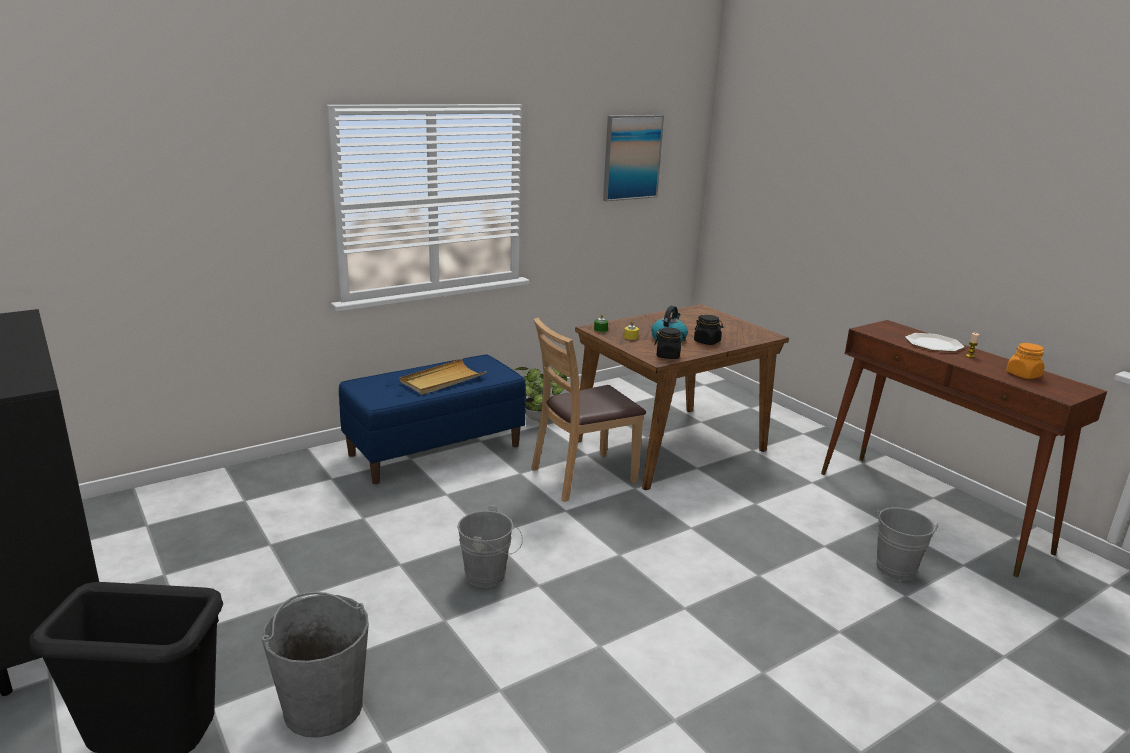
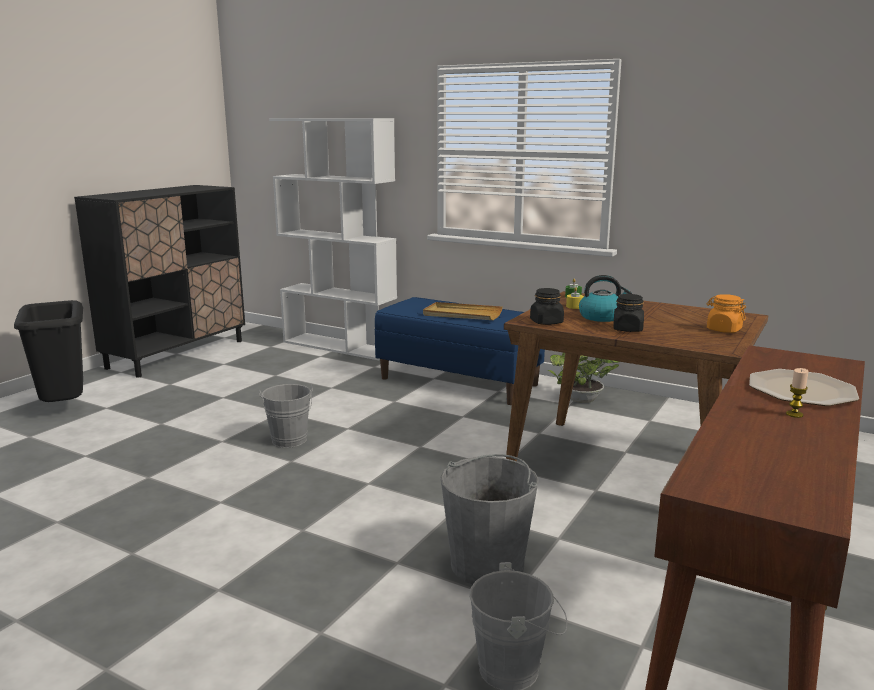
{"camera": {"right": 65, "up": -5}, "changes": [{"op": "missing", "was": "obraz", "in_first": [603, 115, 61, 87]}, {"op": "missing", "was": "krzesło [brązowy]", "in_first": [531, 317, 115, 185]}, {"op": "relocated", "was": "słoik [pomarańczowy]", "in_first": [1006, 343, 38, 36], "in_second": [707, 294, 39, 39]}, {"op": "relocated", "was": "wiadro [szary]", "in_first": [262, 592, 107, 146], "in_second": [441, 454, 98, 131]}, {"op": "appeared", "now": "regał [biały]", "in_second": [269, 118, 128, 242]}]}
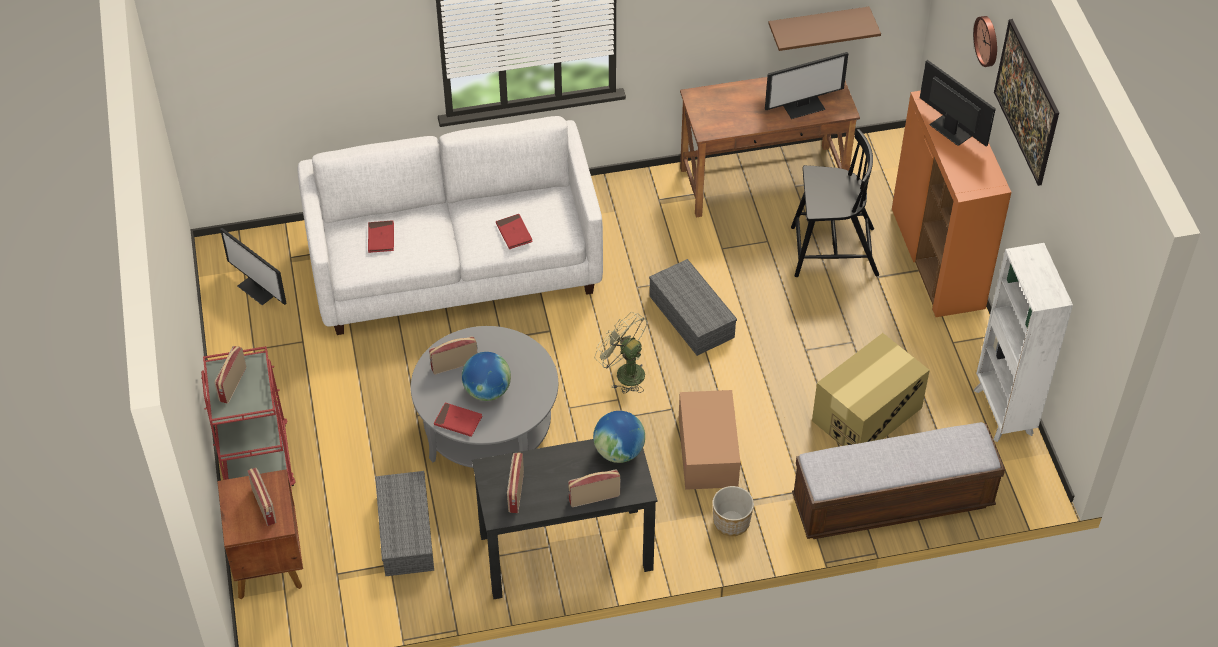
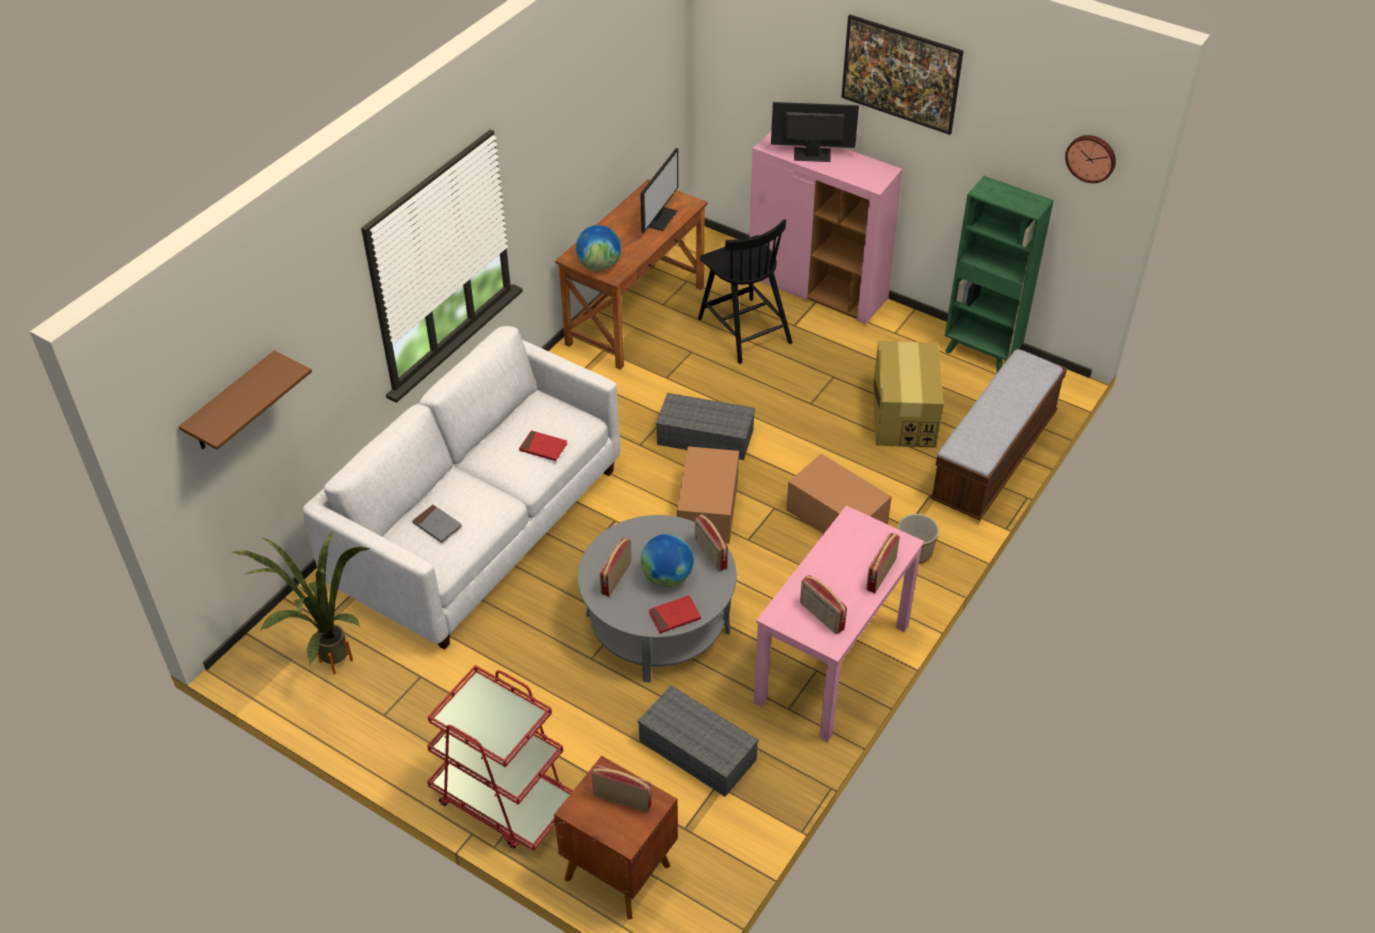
{"camera": {"right": -45, "up": -5}, "changes": [{"op": "relocated", "was": "półka [brązowy]", "in_first": [768, 7, 113, 44], "in_second": [178, 351, 134, 99]}, {"op": "relocated", "was": "zegar ścienny", "in_first": [973, 16, 24, 51], "in_second": [1065, 135, 51, 48]}, {"op": "colour", "was": "szafka [pomarańczowy]", "now": "szafka [różowy]", "in_first": [892, 91, 119, 226], "in_second": [749, 132, 153, 192]}, {"op": "spun", "was": "krzesło [czarny]", "in_first": [791, 129, 88, 148], "in_second": [698, 219, 94, 145], "clockwise": 105}, {"op": "colour", "was": "książka [czerwony]", "now": "książka [szary]", "in_first": [368, 220, 26, 33], "in_second": [412, 504, 50, 39]}, {"op": "exchanged", "was": "monitor", "now": "roślina doniczkowa", "in_first": [220, 228, 67, 77], "in_second": [231, 530, 140, 145]}, {"op": "colour", "was": "regał [biały]", "now": "regał [zielony]", "in_first": [973, 243, 100, 199], "in_second": [945, 176, 109, 196]}, {"op": "exchanged", "was": "wentylator [zielony]", "now": "karton", "in_first": [595, 312, 52, 81], "in_second": [677, 446, 62, 98]}, {"op": "relocated", "was": "radio", "in_first": [215, 346, 31, 58], "in_second": [695, 514, 33, 57]}, {"op": "relocated", "was": "globus", "in_first": [593, 411, 52, 52], "in_second": [576, 225, 45, 46]}, {"op": "colour", "was": "biurko [czarny]", "now": "biurko [różowy]", "in_first": [472, 439, 185, 160], "in_second": [754, 506, 170, 236]}]}
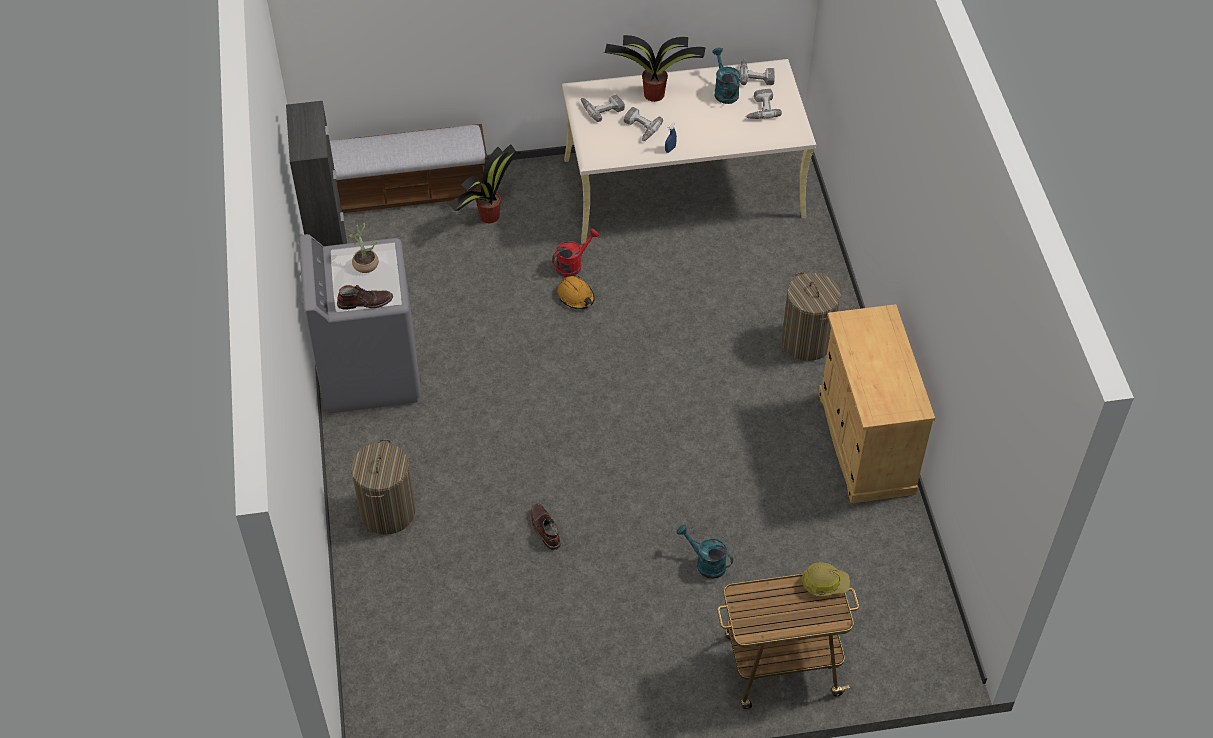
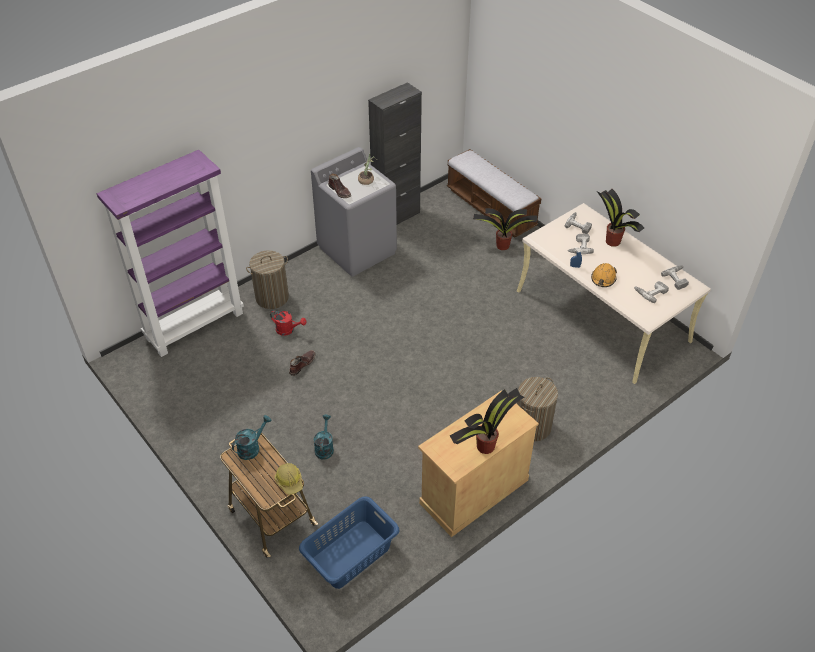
{"camera": {"right": 60, "up": -5}, "changes": [{"op": "relocated", "was": "konewka [turkusowy]", "in_first": [712, 48, 28, 56], "in_second": [232, 415, 39, 45]}, {"op": "relocated", "was": "konewka [czerwony]", "in_first": [552, 229, 47, 48], "in_second": [270, 310, 36, 26]}, {"op": "relocated", "was": "kask [pomarańczowy]", "in_first": [557, 275, 38, 34], "in_second": [591, 263, 26, 24]}, {"op": "appeared", "now": "regał [fioletowy]", "in_second": [97, 150, 147, 207]}, {"op": "appeared", "now": "roślina doniczkowa", "in_second": [450, 388, 74, 66]}, {"op": "appeared", "now": "kosz na pranie [niebieski]", "in_second": [299, 496, 101, 93]}]}
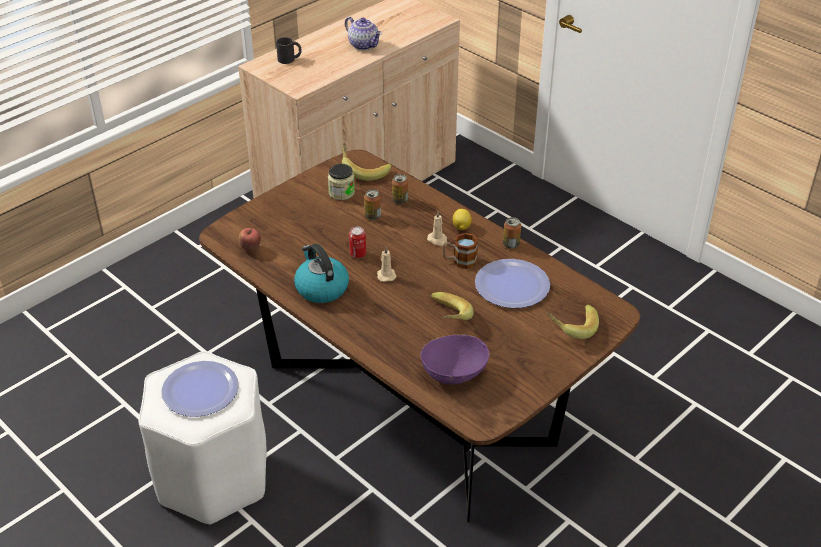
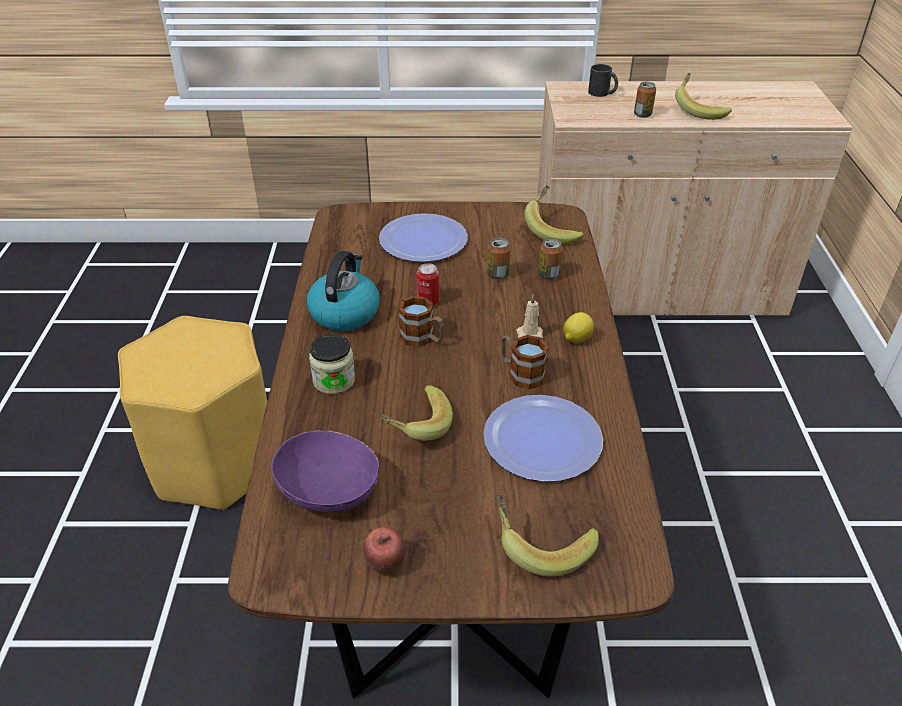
{"camera": {"right": 45, "up": 0}, "changes": [{"op": "exchanged", "was": "imbryk", "now": "banan", "in_first": [345, 17, 37, 33], "in_second": [675, 73, 57, 47]}, {"op": "relocated", "was": "słoik", "in_first": [328, 164, 27, 36], "in_second": [309, 335, 46, 59]}, {"op": "relocated", "was": "puszka", "in_first": [503, 217, 18, 32], "in_second": [634, 82, 22, 36]}, {"op": "relocated", "was": "jabłko", "in_first": [239, 228, 22, 24], "in_second": [363, 527, 43, 46]}, {"op": "exchanged", "was": "świeca [beżowy]", "now": "kubek", "in_first": [377, 247, 20, 35], "in_second": [399, 296, 45, 51]}, {"op": "colour", "was": "stołek [biały]", "now": "stołek [żółty]", "in_first": [138, 351, 129, 174], "in_second": [118, 316, 149, 194]}, {"op": "relocated", "was": "talerz", "in_first": [161, 361, 78, 56], "in_second": [379, 213, 89, 49]}]}
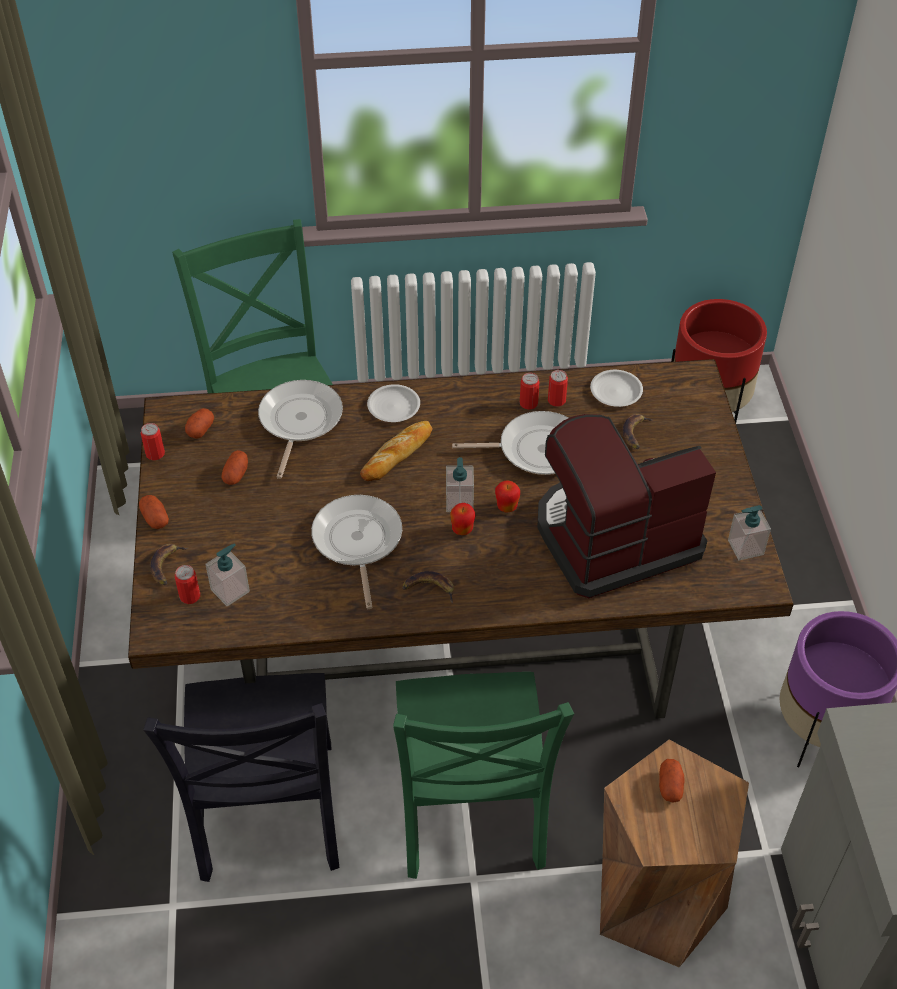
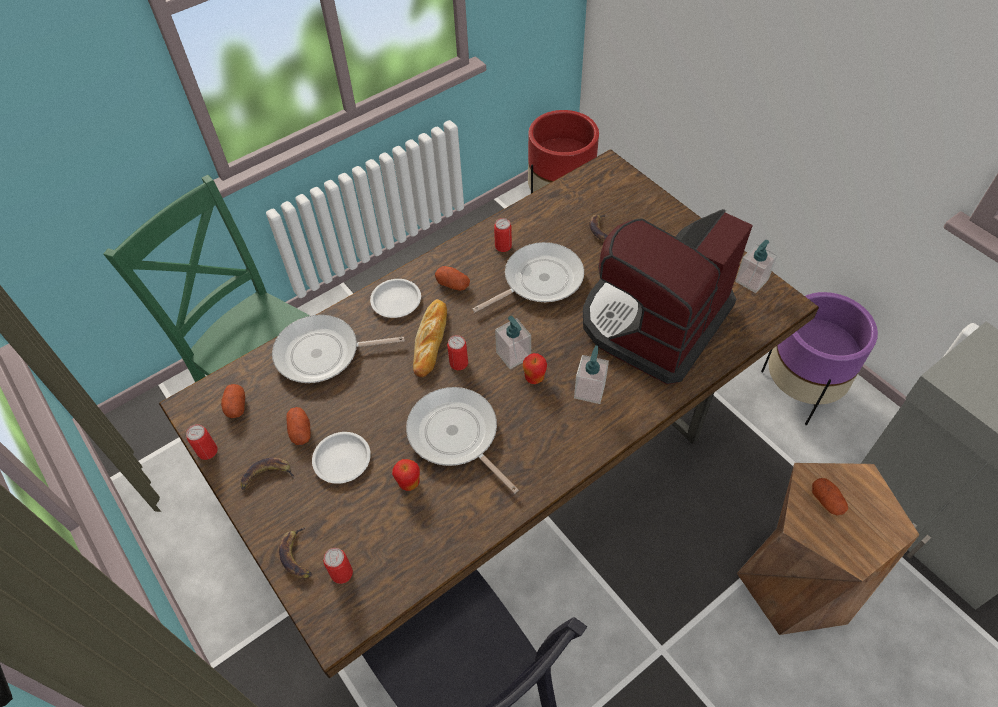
{"camera": {"right": -30, "up": 5}, "changes": [{"op": "relocated", "was": "puszka", "in_first": [548, 370, 20, 37], "in_second": [447, 335, 21, 35]}, {"op": "relocated", "was": "talerz [biały]", "in_first": [590, 370, 53, 37], "in_second": [312, 432, 59, 52]}, {"op": "spun", "was": "patelnia", "in_first": [258, 380, 85, 99], "in_second": [272, 315, 133, 68], "clockwise": -75}, {"op": "relocated", "was": "jabłko", "in_first": [495, 480, 25, 33], "in_second": [392, 459, 28, 32]}, {"op": "relocated", "was": "ziemniak", "in_first": [139, 495, 30, 34], "in_second": [435, 266, 35, 25]}, {"op": "relocated", "was": "dozownik mydła", "in_first": [205, 544, 45, 62], "in_second": [574, 346, 35, 58]}, {"op": "relocated", "was": "banan", "in_first": [402, 571, 52, 32], "in_second": [240, 457, 55, 33]}, {"op": "missing", "was": "krzesło [zielony]", "in_first": [393, 672, 181, 207]}]}
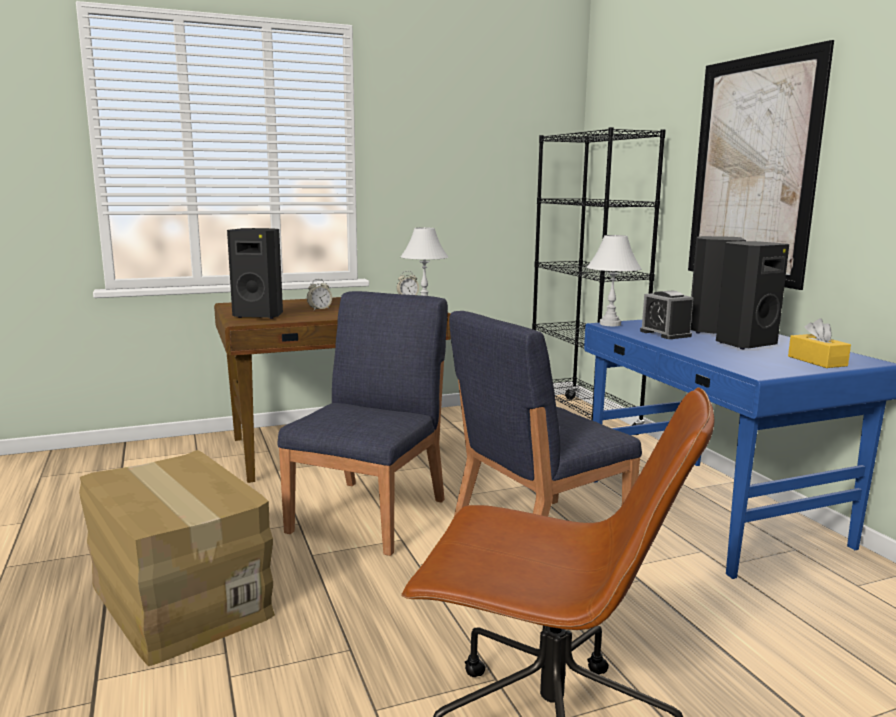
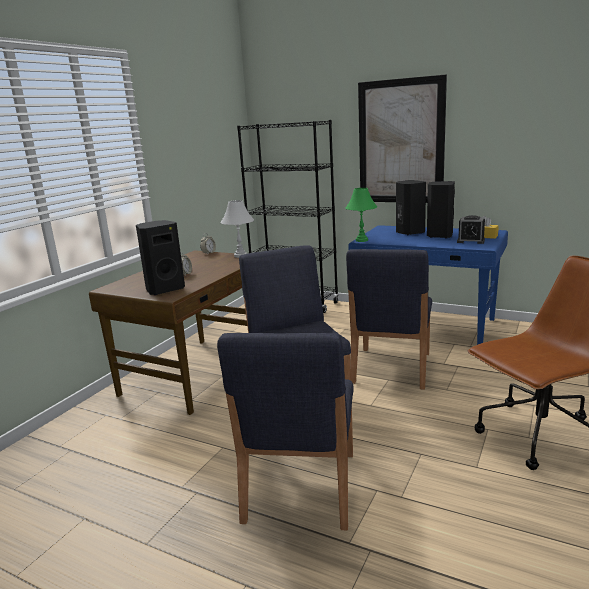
{"camera": {"right": -40, "up": 5}, "changes": [{"op": "colour", "was": "lampa stołowa [biały]", "now": "lampa stołowa [zielony]", "in_first": [587, 235, 55, 91], "in_second": [345, 188, 32, 54]}, {"op": "relocated", "was": "budzik", "in_first": [640, 291, 53, 48], "in_second": [457, 215, 28, 29]}, {"op": "exchanged", "was": "karton", "now": "krzesło [niebieski]", "in_first": [79, 450, 196, 216], "in_second": [217, 333, 137, 197]}]}
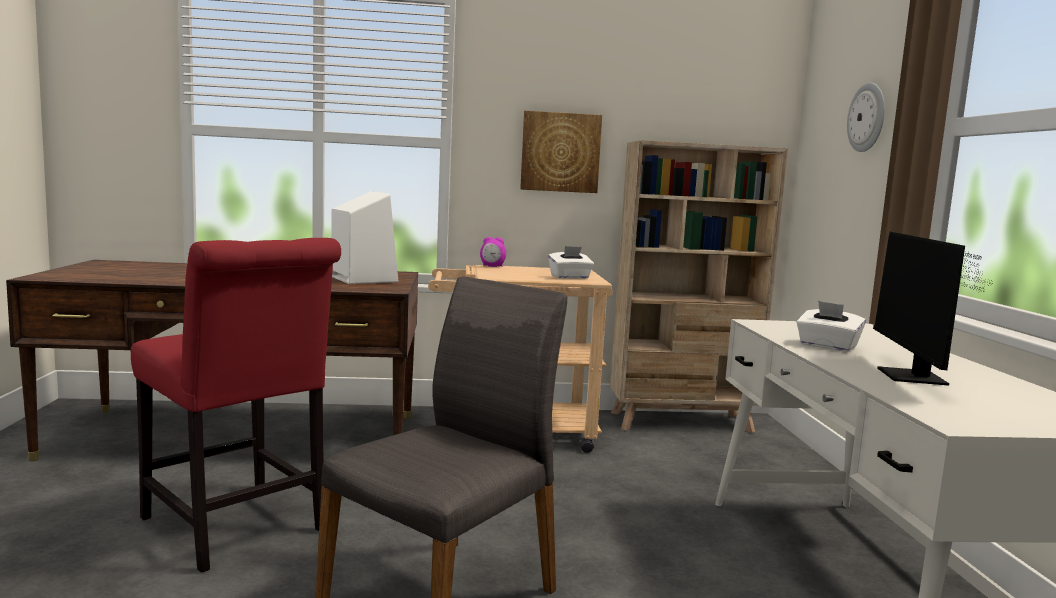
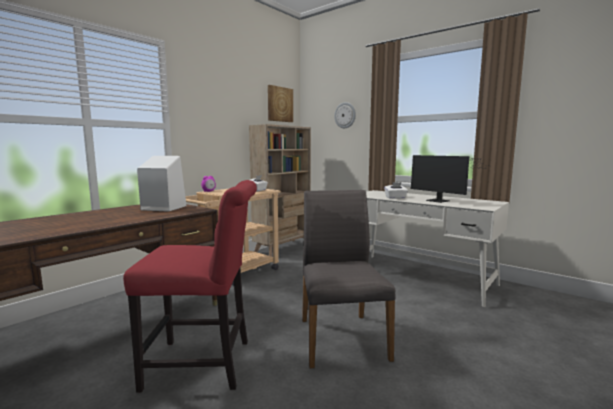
{"camera": {"right": -45, "up": 0}, "changes": [{"op": "relocated", "was": "obraz", "in_first": [520, 111, 82, 82], "in_second": [268, 85, 25, 37]}]}
